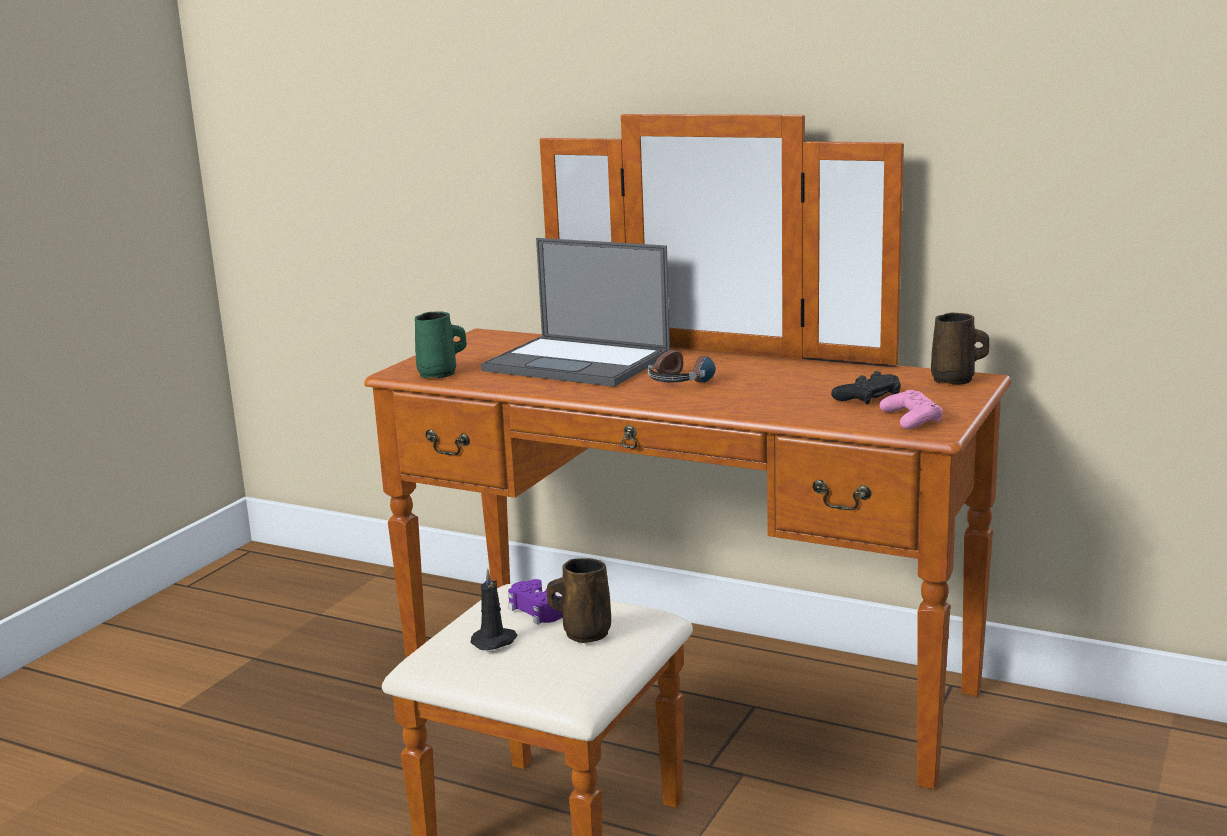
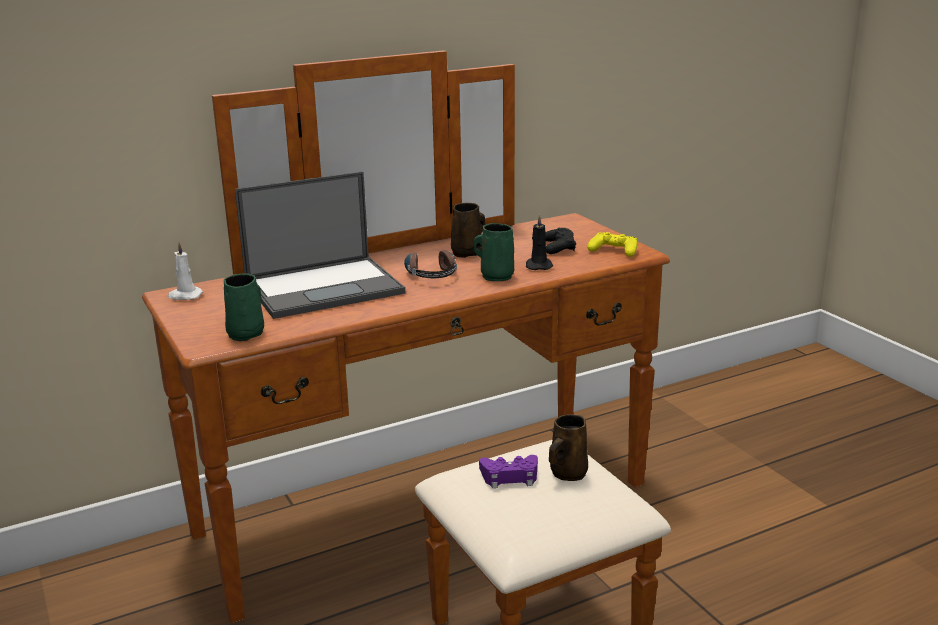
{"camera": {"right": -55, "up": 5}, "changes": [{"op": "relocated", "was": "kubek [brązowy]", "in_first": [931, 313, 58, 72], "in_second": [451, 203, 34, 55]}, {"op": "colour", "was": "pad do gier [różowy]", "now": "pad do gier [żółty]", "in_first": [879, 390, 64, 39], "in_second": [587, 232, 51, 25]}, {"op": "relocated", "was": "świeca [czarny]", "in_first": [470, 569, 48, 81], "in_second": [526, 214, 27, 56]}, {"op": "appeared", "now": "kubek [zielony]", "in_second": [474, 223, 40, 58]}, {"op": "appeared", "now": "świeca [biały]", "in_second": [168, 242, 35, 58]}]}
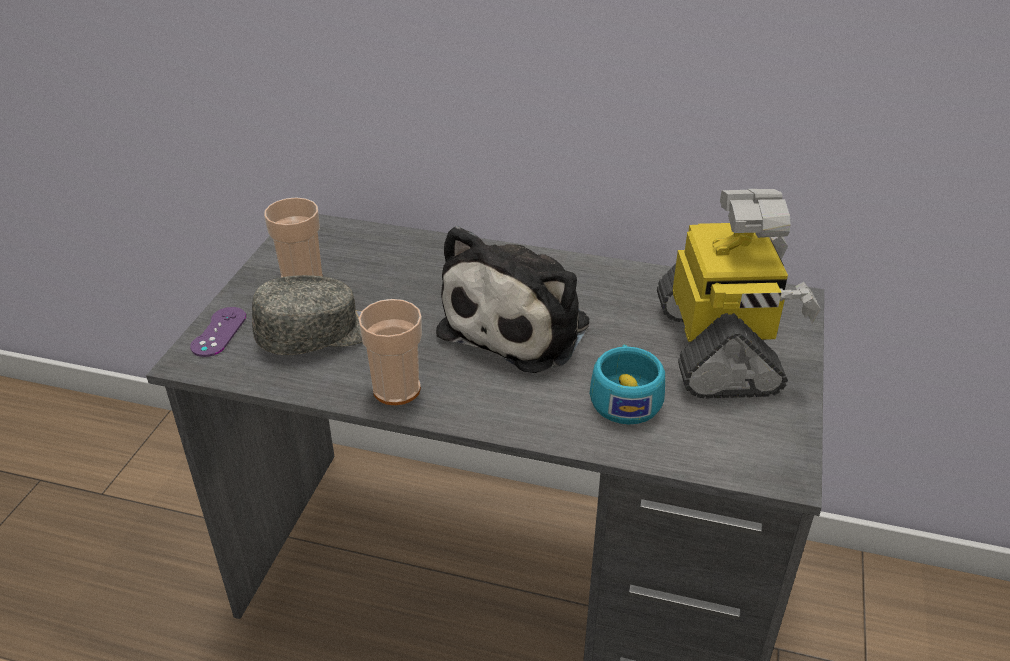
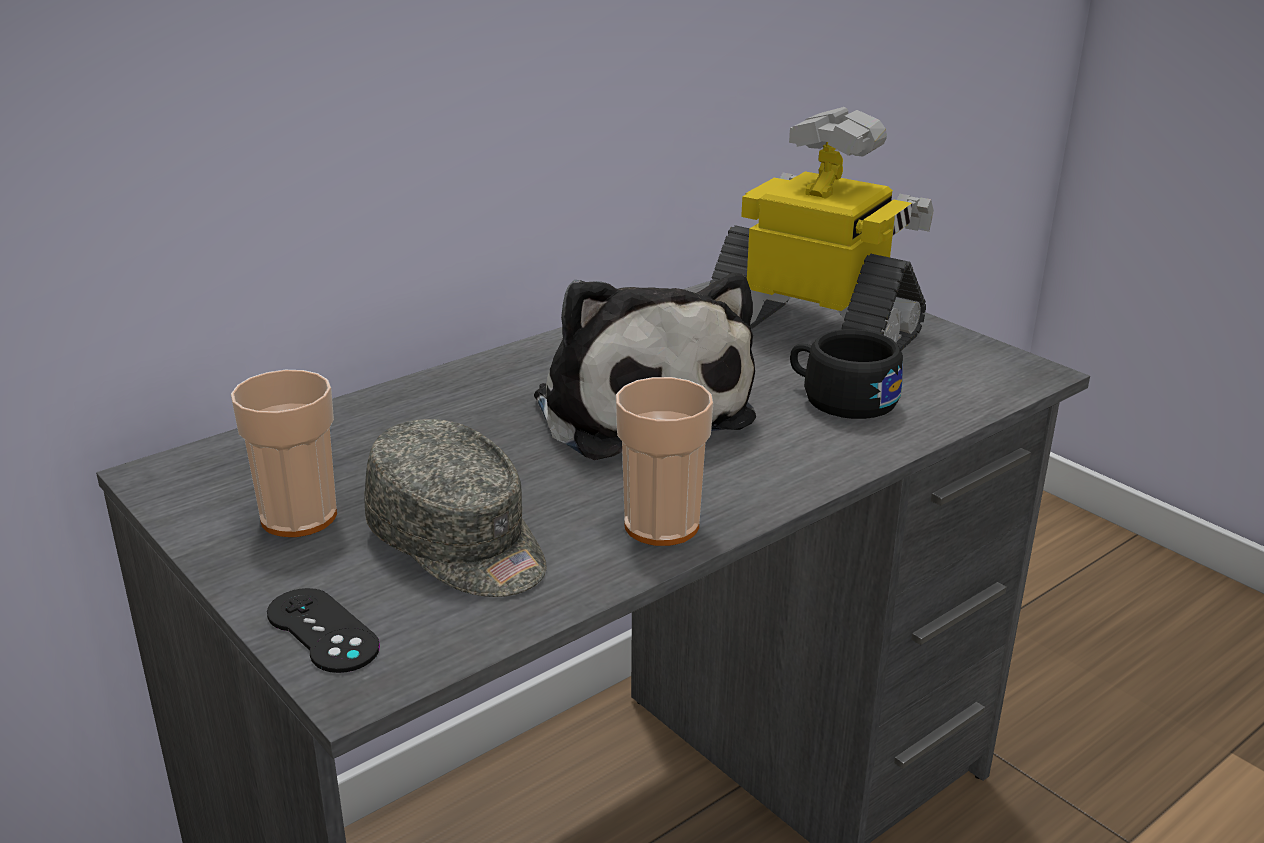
{"camera": {"right": -55, "up": -10}, "changes": [{"op": "spun", "was": "czapka z daszkiem [szary]", "in_first": [252, 275, 110, 80], "in_second": [364, 419, 183, 178], "clockwise": 120}, {"op": "colour", "was": "pad do gier [fioletowy]", "now": "pad do gier [czarny]", "in_first": [190, 307, 56, 50], "in_second": [267, 588, 113, 85]}, {"op": "colour", "was": "filiżanka [turkusowy]", "now": "filiżanka [czarny]", "in_first": [590, 344, 75, 80], "in_second": [790, 329, 113, 90]}]}
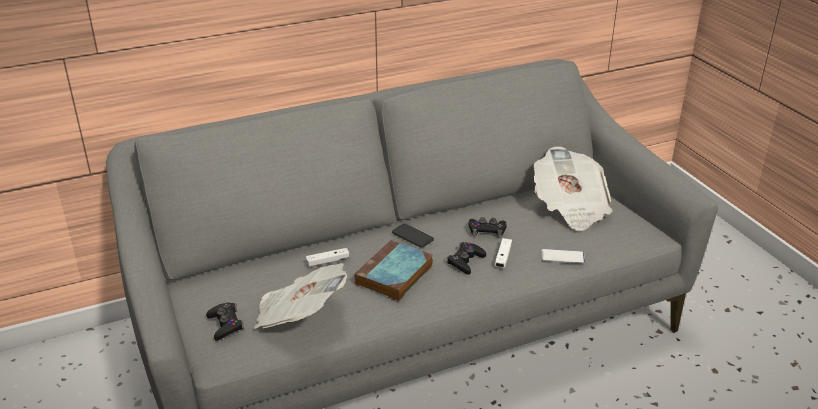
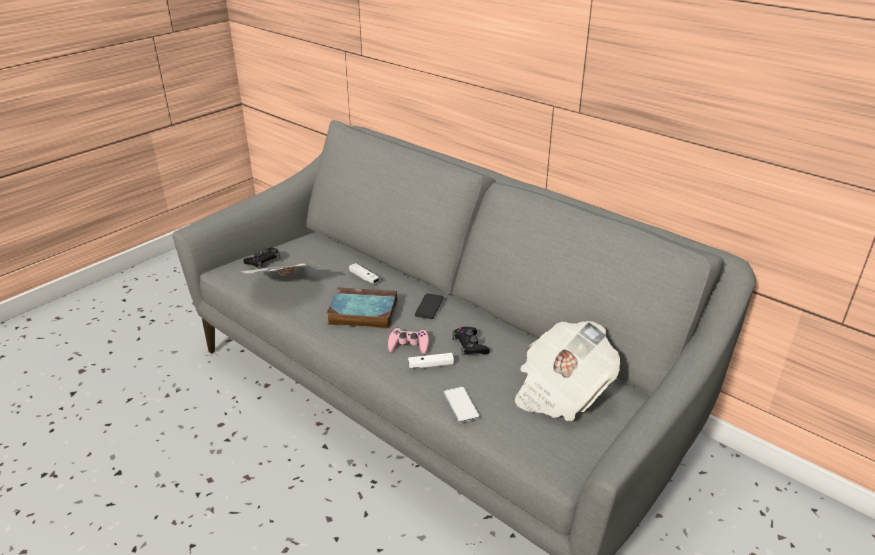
{"camera": {"right": 65, "up": 0}, "changes": [{"op": "colour", "was": "pad do gier [czarny]", "now": "pad do gier [różowy]", "in_first": [447, 242, 39, 33], "in_second": [388, 328, 41, 26]}]}
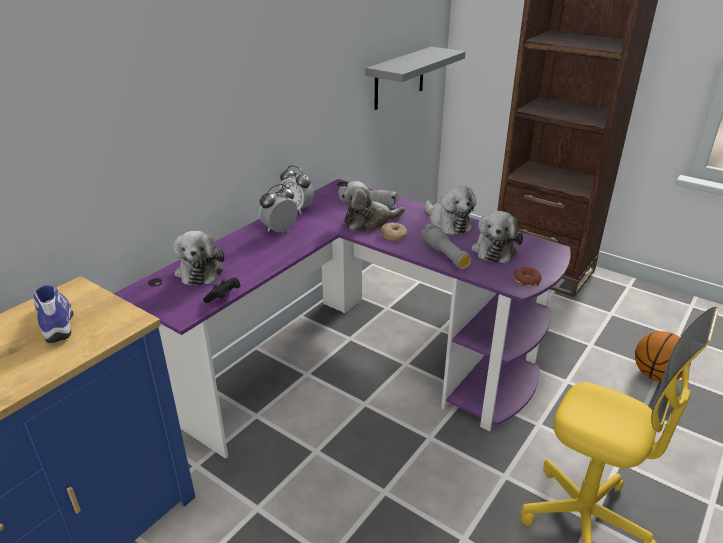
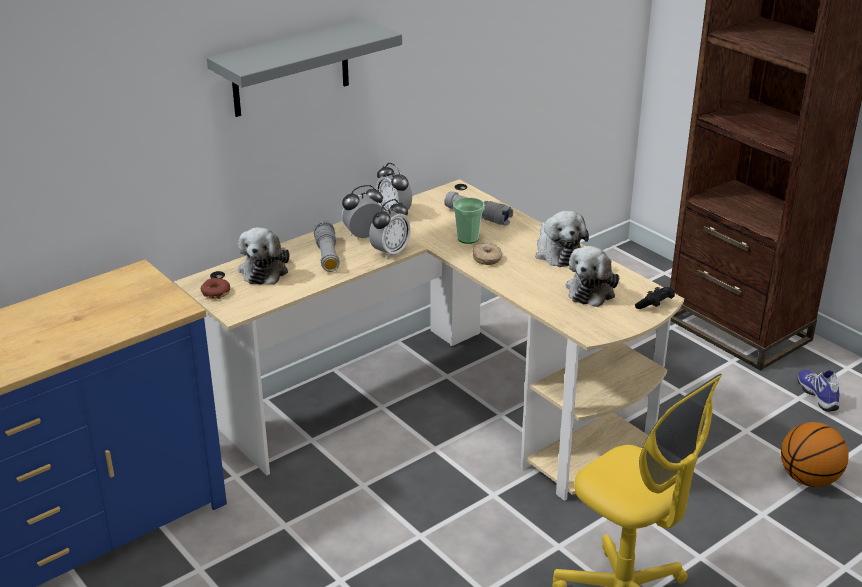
{"camera": {"right": 15, "up": 0}, "changes": [{"op": "relocated", "was": "półka [szary]", "in_first": [365, 47, 101, 63], "in_second": [207, 19, 195, 98]}, {"op": "colour", "was": "biurko [fioletowy]", "now": "biurko [beżowy]", "in_first": [114, 179, 457, 280], "in_second": [174, 179, 510, 322]}, {"op": "exchanged", "was": "pluszak", "now": "filiżanka", "in_first": [341, 181, 64, 50], "in_second": [453, 197, 32, 47]}, {"op": "relocated", "was": "latarka [szary]", "in_first": [421, 224, 51, 45], "in_second": [314, 220, 26, 52]}, {"op": "relocated", "was": "donut", "in_first": [513, 267, 29, 19], "in_second": [201, 278, 29, 21]}, {"op": "relocated", "was": "pad do gier [czarny]", "in_first": [203, 278, 38, 25], "in_second": [635, 287, 40, 22]}, {"op": "relocated", "was": "but", "in_first": [33, 285, 40, 58], "in_second": [798, 370, 42, 42]}, {"op": "appeared", "now": "budzik", "in_second": [369, 199, 42, 60]}]}
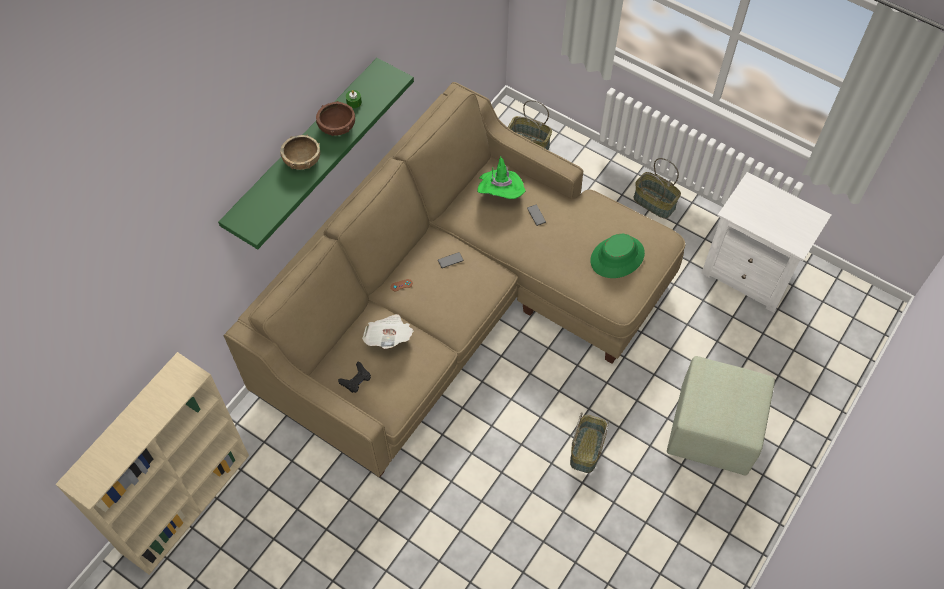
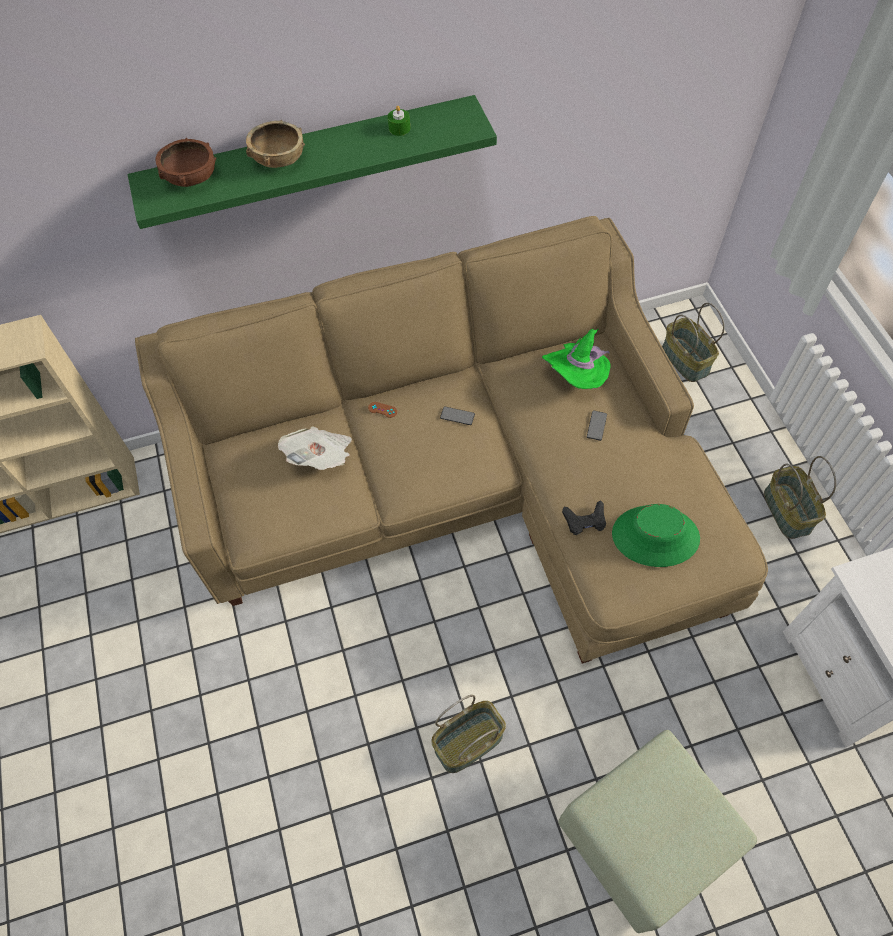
{"camera": {"right": 40, "up": 0}, "changes": [{"op": "relocated", "was": "miska [brązowy]", "in_first": [316, 101, 39, 35], "in_second": [155, 138, 61, 49]}, {"op": "relocated", "was": "pad do gier [czarny]", "in_first": [338, 361, 33, 32], "in_second": [562, 500, 44, 35]}]}
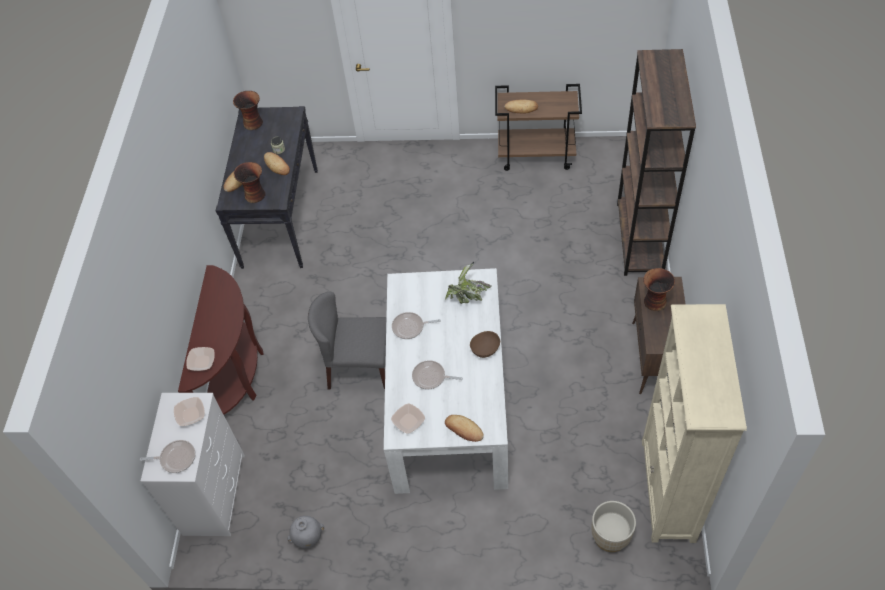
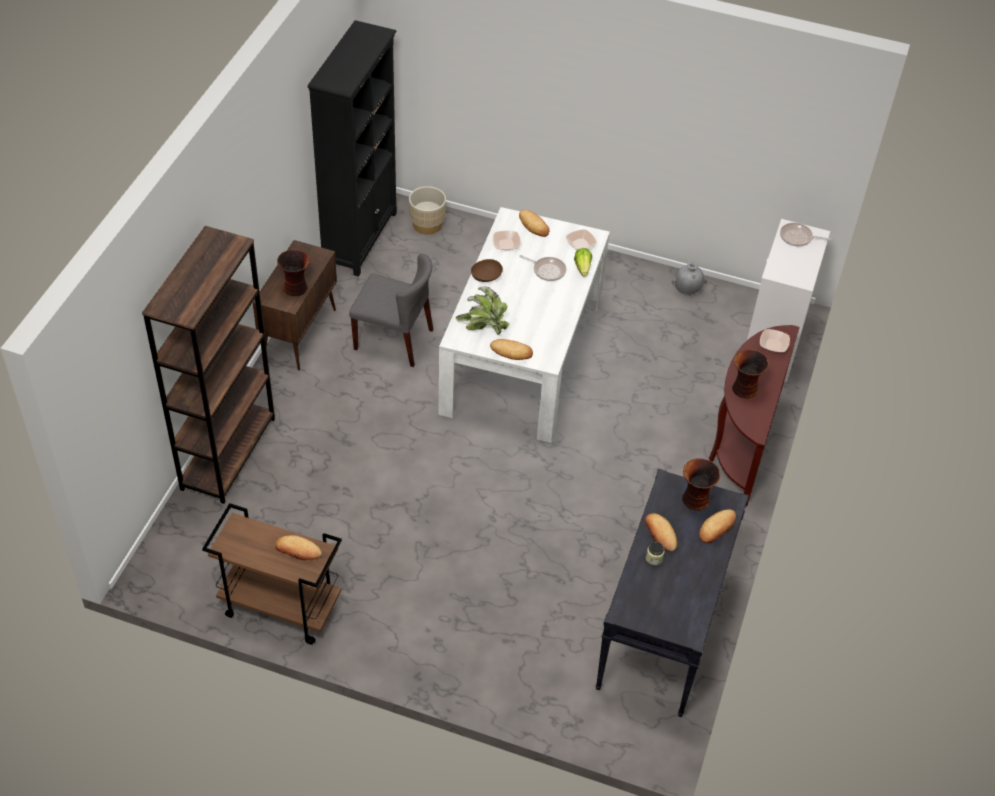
{"camera": {"right": -170, "up": -5}, "changes": [{"op": "relocated", "was": "wazon", "in_first": [233, 91, 30, 39], "in_second": [732, 349, 37, 50]}, {"op": "relocated", "was": "krzesło [szary]", "in_first": [308, 292, 78, 98], "in_second": [349, 254, 84, 113]}, {"op": "colour", "was": "regał [beżowy]", "now": "regał [czarny]", "in_first": [642, 304, 105, 239], "in_second": [308, 20, 89, 257]}, {"op": "missing", "was": "patelnia", "in_first": [392, 312, 49, 27]}, {"op": "relocated", "was": "miska", "in_first": [174, 397, 31, 29], "in_second": [493, 231, 28, 19]}, {"op": "appeared", "now": "sałata", "in_second": [574, 248, 18, 29]}, {"op": "appeared", "now": "chleb", "in_second": [490, 339, 43, 21]}]}
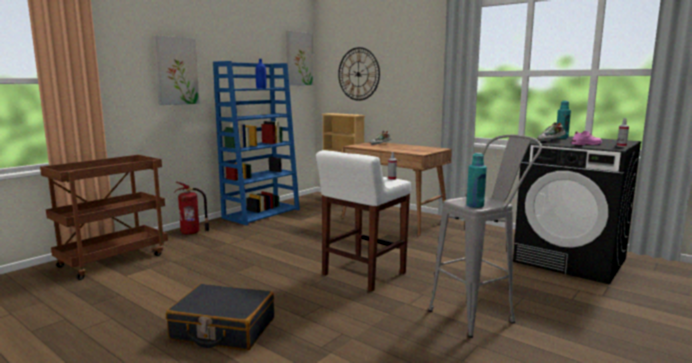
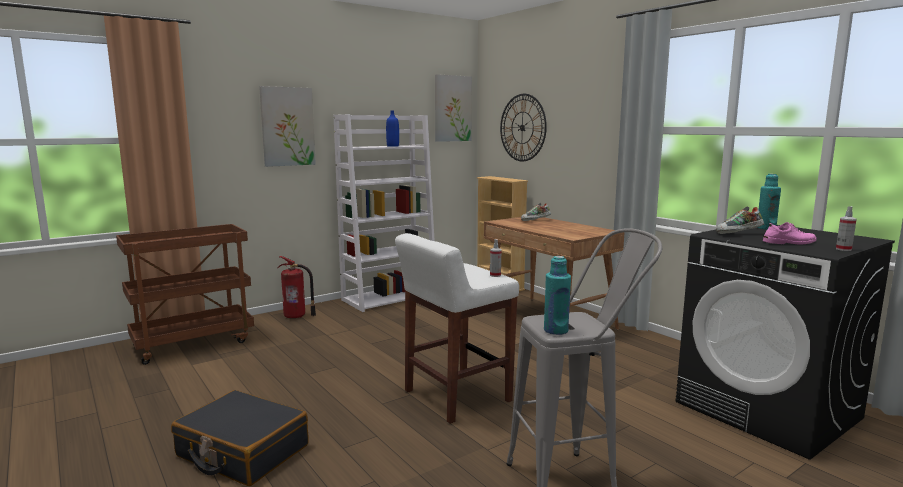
{"camera": {"right": 15, "up": 0}, "changes": [{"op": "colour", "was": "regał [niebieski]", "now": "regał [biały]", "in_first": [213, 61, 87, 165], "in_second": [333, 114, 102, 198]}]}
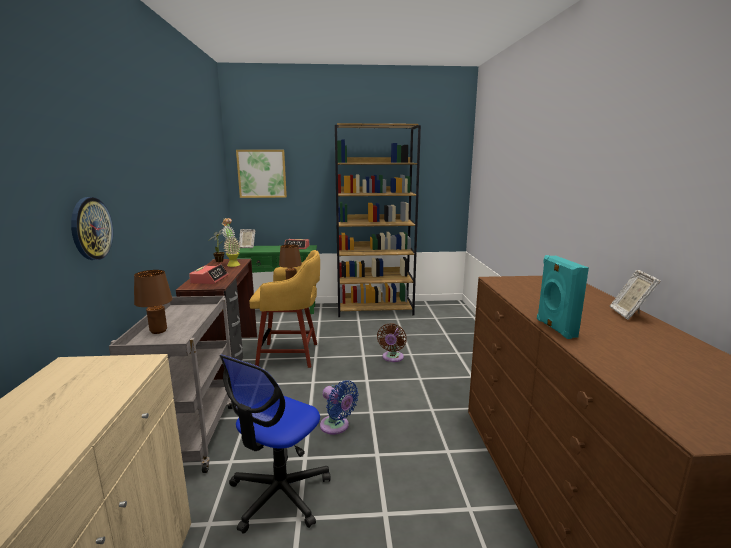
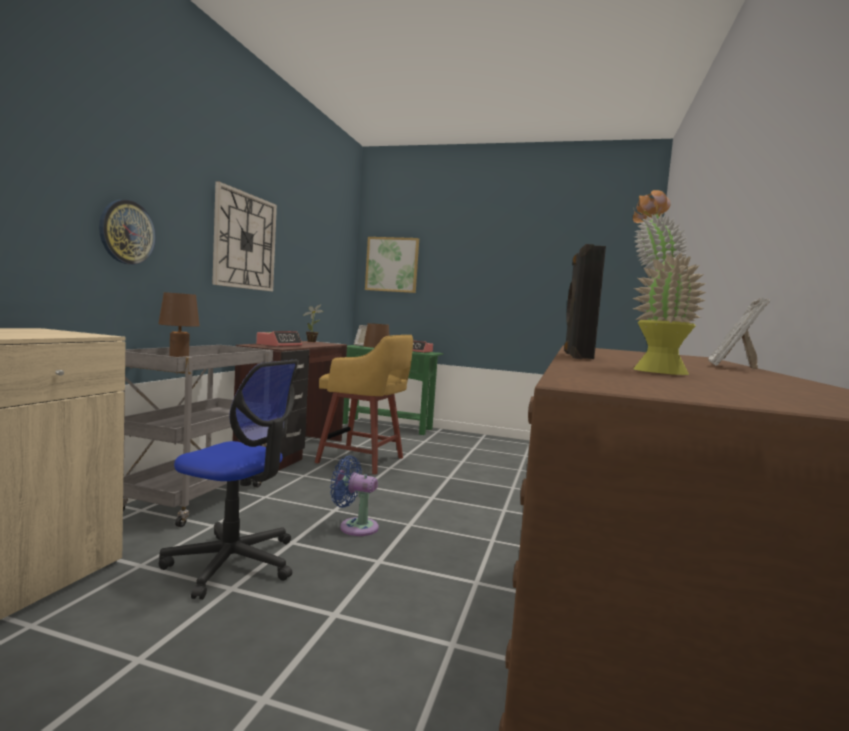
{"camera": {"right": 20, "up": -10}, "changes": [{"op": "missing", "was": "regał [brązowy]", "in_first": [335, 123, 86, 194]}, {"op": "relocated", "was": "roślina doniczkowa", "in_first": [222, 218, 18, 49], "in_second": [632, 190, 74, 185]}, {"op": "colour", "was": "głośnik [turkusowy]", "now": "głośnik [czarny]", "in_first": [537, 255, 52, 84], "in_second": [564, 244, 42, 115]}, {"op": "missing", "was": "wentylator [brązowy]", "in_first": [377, 323, 30, 39]}, {"op": "spun", "was": "krzesło biurowe", "in_first": [219, 355, 111, 179], "in_second": [159, 360, 140, 240], "clockwise": -120}, {"op": "spun", "was": "wentylator [niebieski]", "in_first": [320, 380, 39, 55], "in_second": [330, 456, 49, 80], "clockwise": 135}, {"op": "appeared", "now": "zegar ścienny", "in_second": [212, 182, 65, 109]}]}
